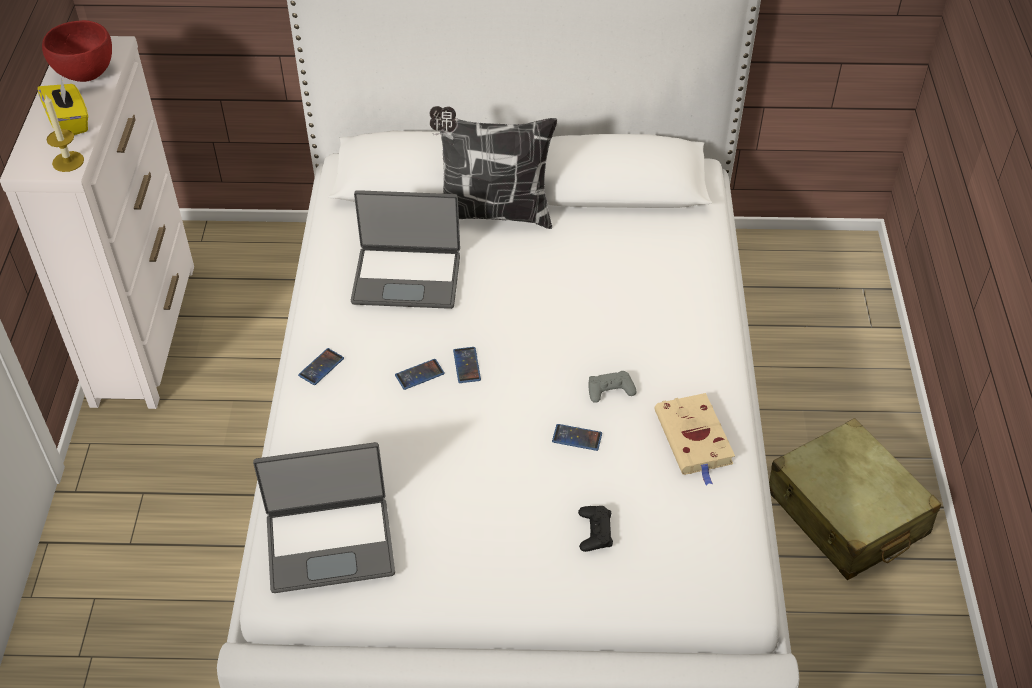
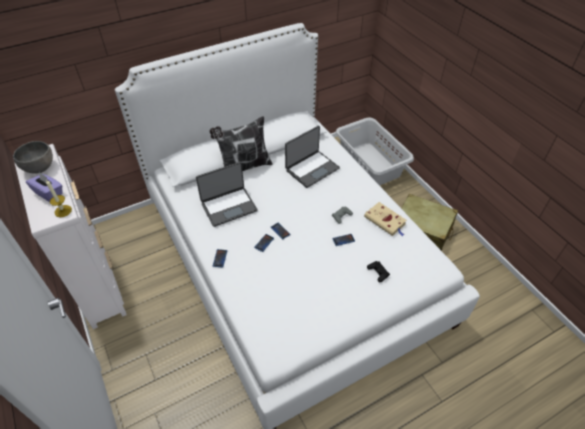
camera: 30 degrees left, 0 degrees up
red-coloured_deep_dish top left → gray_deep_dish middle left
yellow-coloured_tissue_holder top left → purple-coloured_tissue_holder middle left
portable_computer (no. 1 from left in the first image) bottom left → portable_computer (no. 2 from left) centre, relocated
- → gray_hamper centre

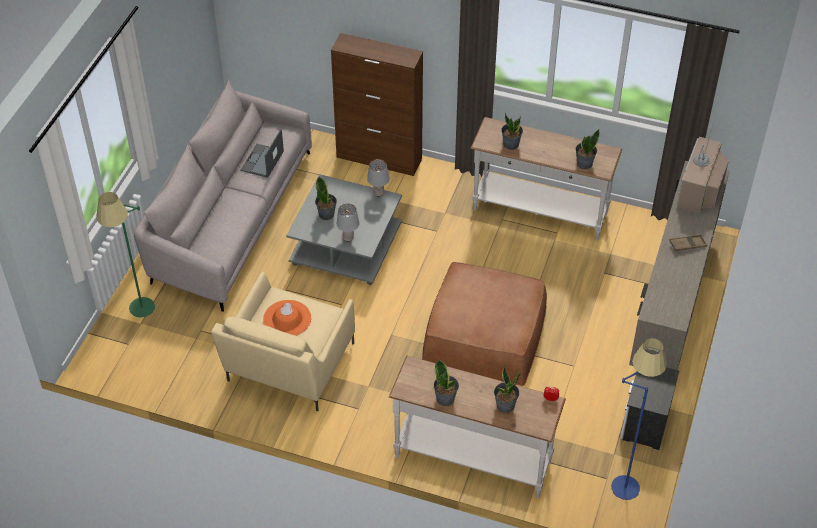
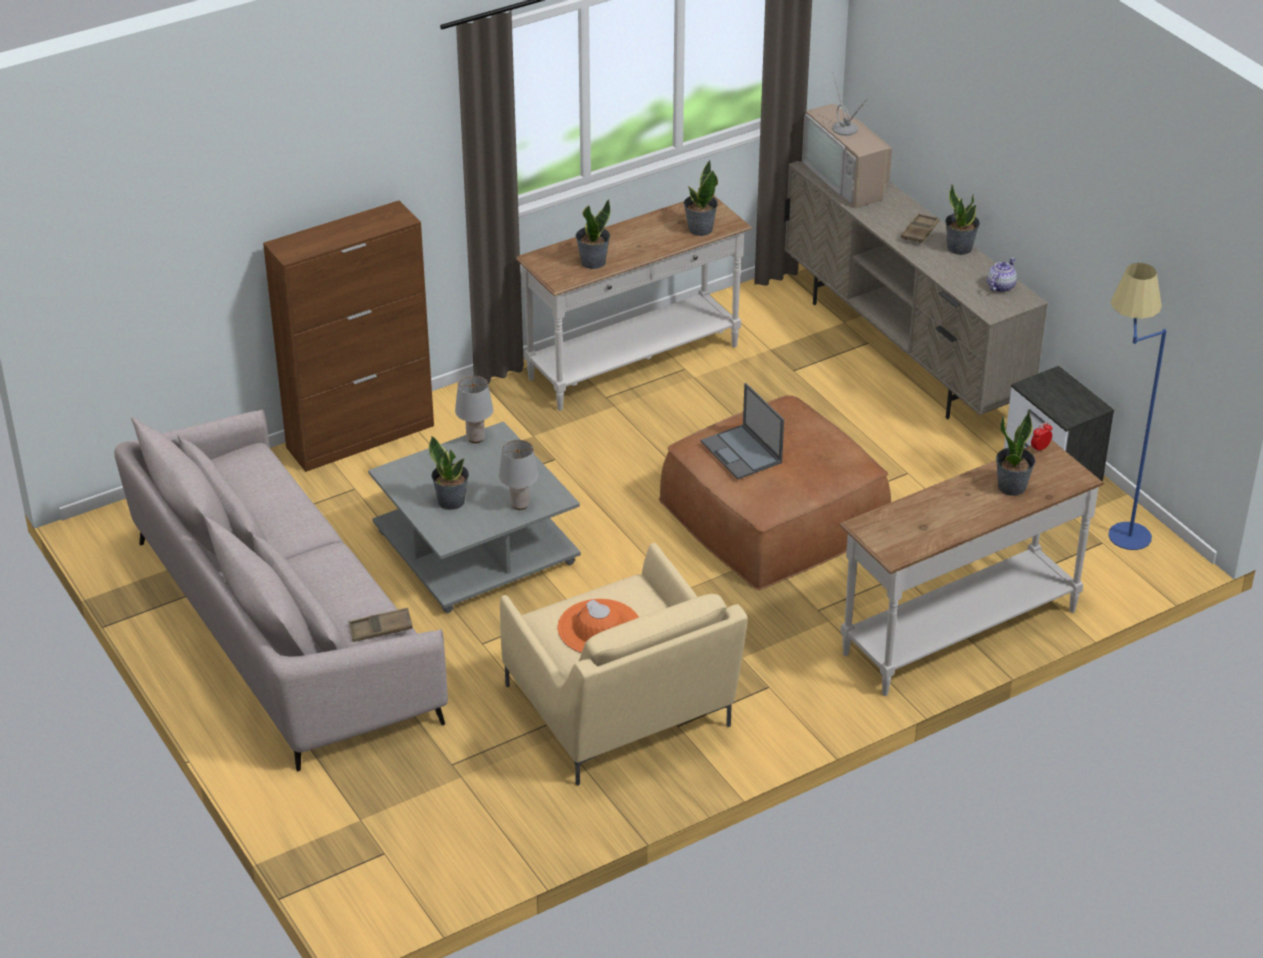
camera: 50 degrees left, 10 degrees down
- → brownish_serving_tray (no. 1 from left) middle left
portable_computer top left → portable_computer centre, relocated
plant_in_a_pot (no. 2 from left in the first image) bottom centre → plant_in_a_pot (no. 4 from left) top right, relocated
- → pot_for_tea top right
greenish_standard_lamp middle left → -

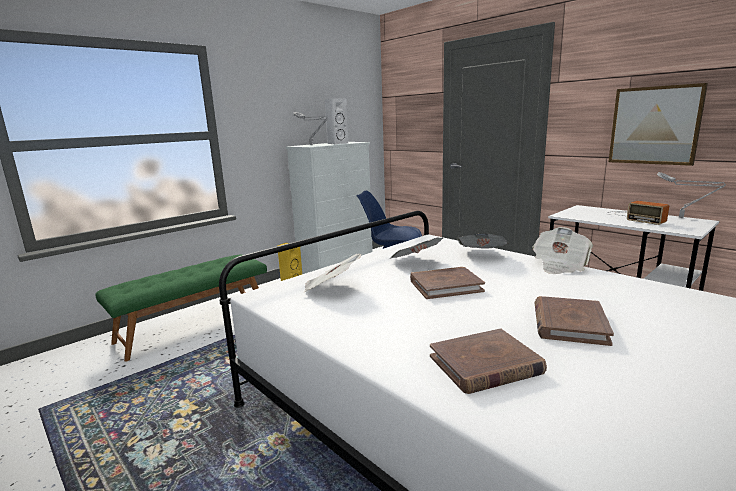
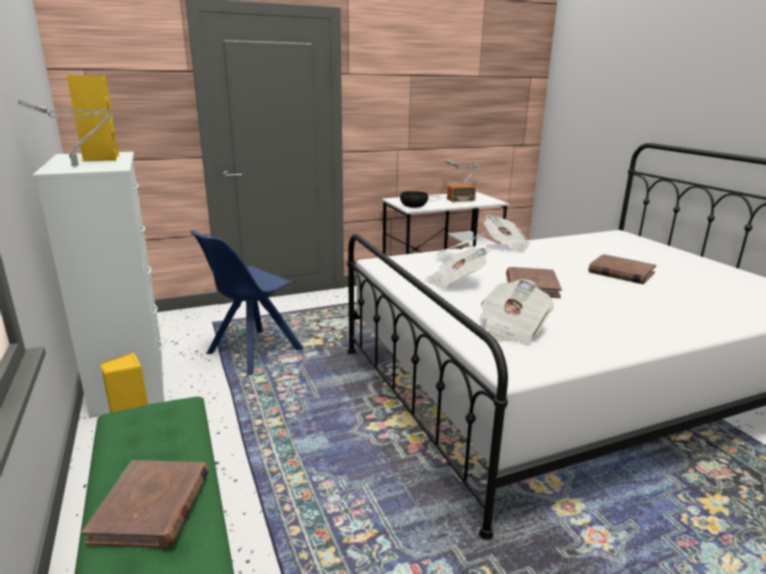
camera: 70 degrees left, 5 degrees up
whitish_audio_speaker top centre → yellow-coloured_audio_speaker (no. 1 from left) top left
brownish_book (no. 2 from left in the first image) bottom centre → brownish_book (no. 1 from left) bottom left, relocated
- → blackish_deep_dish centre
wall_art top right → -

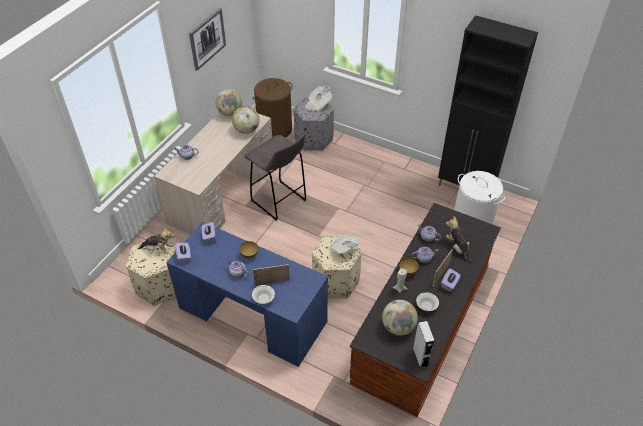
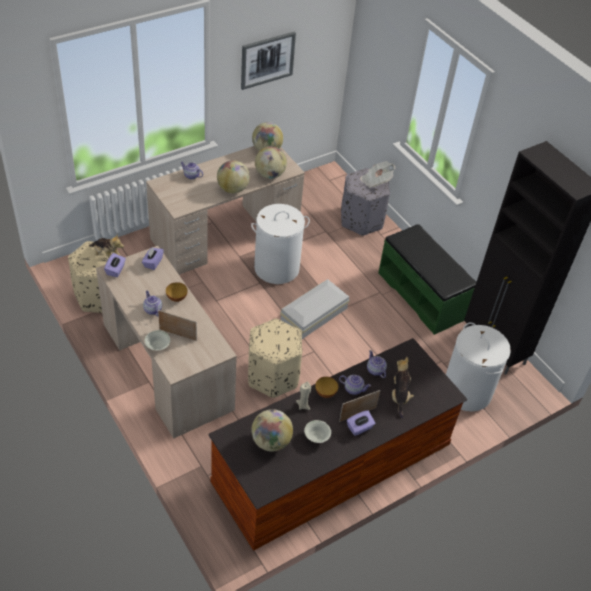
camera: 25 degrees right, 0 degrees up
blue_desk_unit bottom centre → beige_desk_unit (no. 1 from left) middle left
- → world_globe (no. 1 from left) top centre
gray_stool centre → whitish_hamper (no. 1 from left) centre
- → whitish_storage_bin centre
- → greenish_bench middle right
brownish_hamper top centre → -
daily_paper (no. 2 from left) centre → -
gray_audio_speaker bottom centre → -

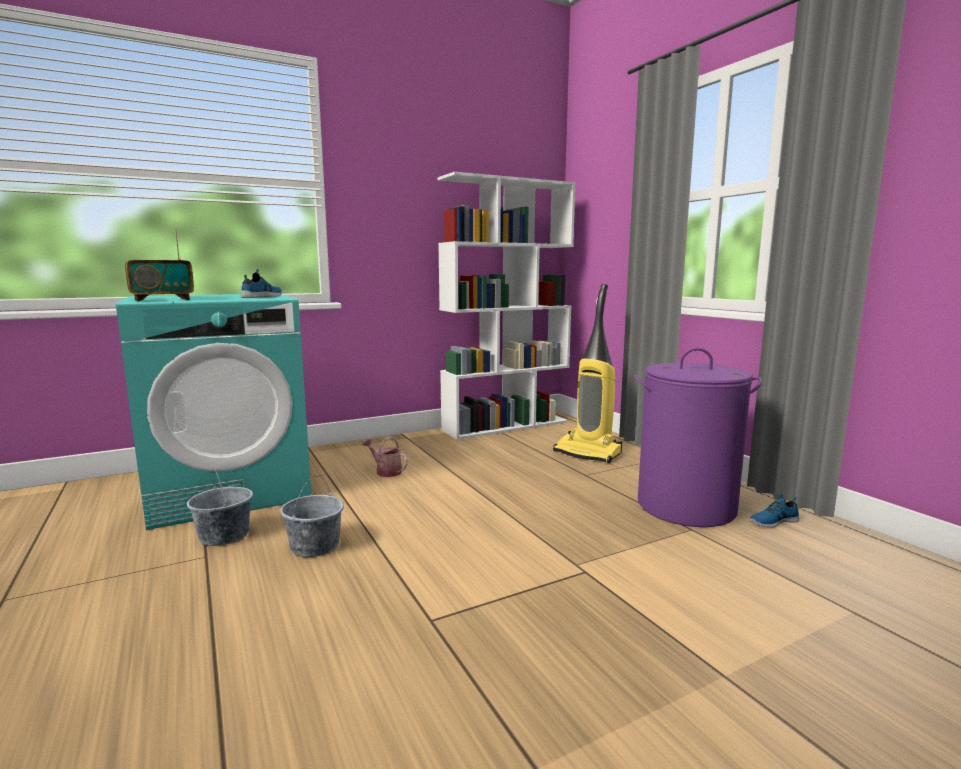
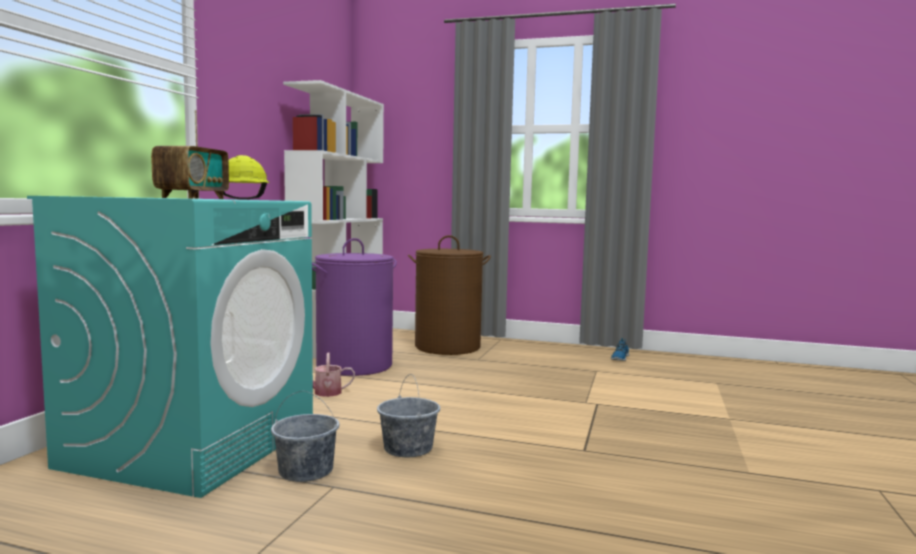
camera: 45 degrees left, 5 degrees down
item_of_footwear (no. 1 from left) middle left → yellow-coloured_safety_helmet top left
purple-coloured_hamper middle right → purple-coloured_hamper centre, relocated
vacuum centre → brownish_hamper centre

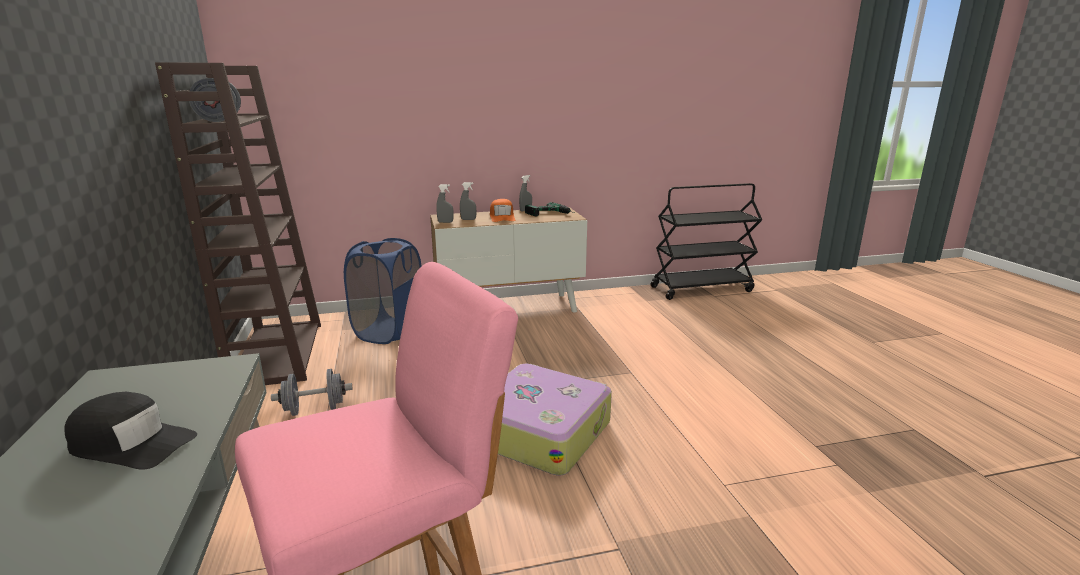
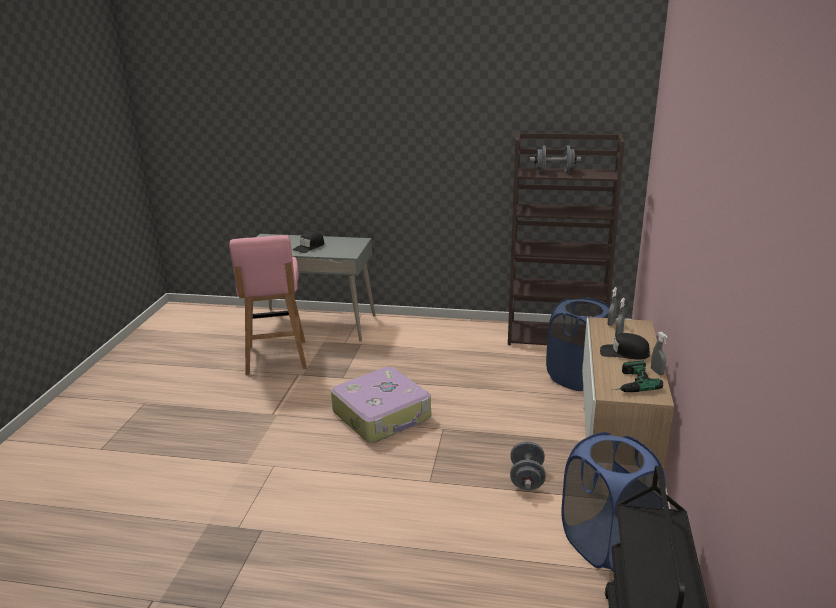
camera: 115 degrees right, 5 degrees up
gray_free_weight (no. 2 from left in the first image) bottom left → gray_free_weight (no. 1 from left) bottom centre, relocated
- → blue_hamper (no. 2 from left) bottom right
orange_baseball_cap centre → blackish_baseball_cap (no. 2 from left) middle right

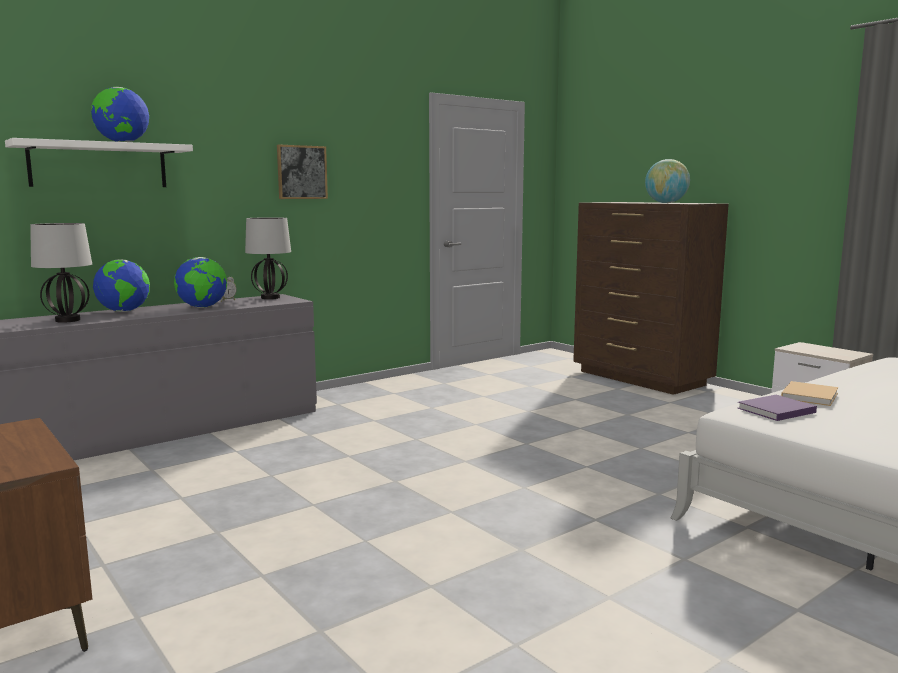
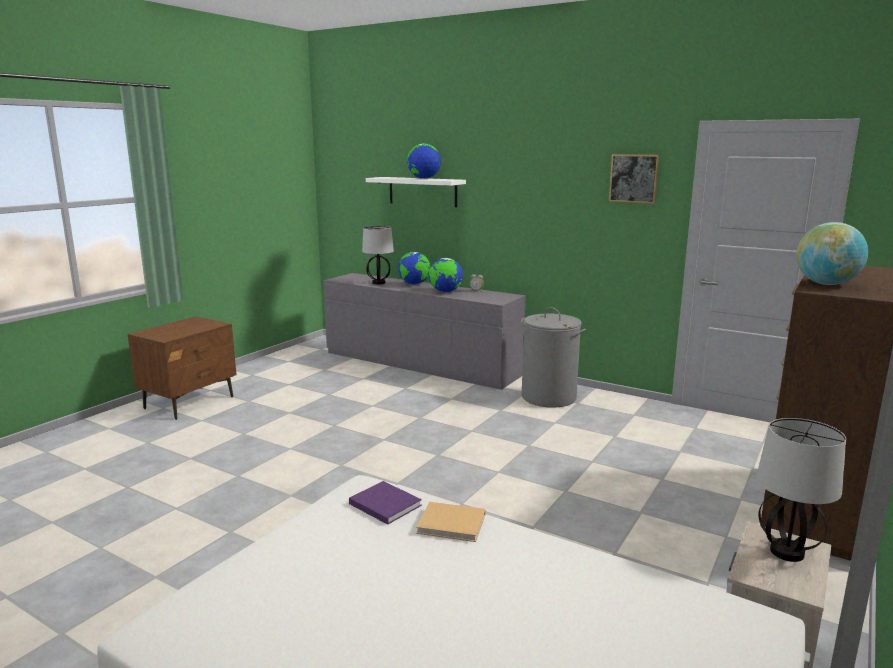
camera: 70 degrees right, 5 degrees up
- → gray_hamper centre
wall_art top centre → wall_art top right, relocated
lamp_for_a_table (no. 2 from left) middle left → lamp_for_a_table (no. 2 from left) bottom right, relocated

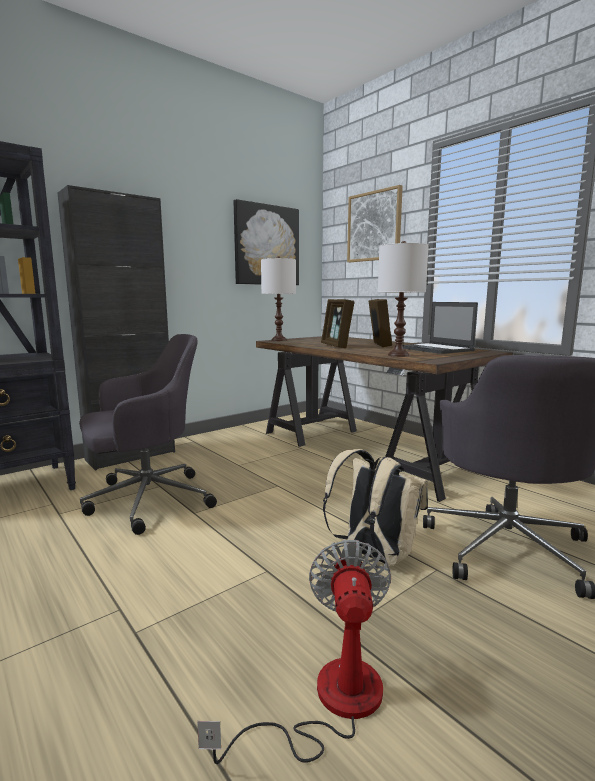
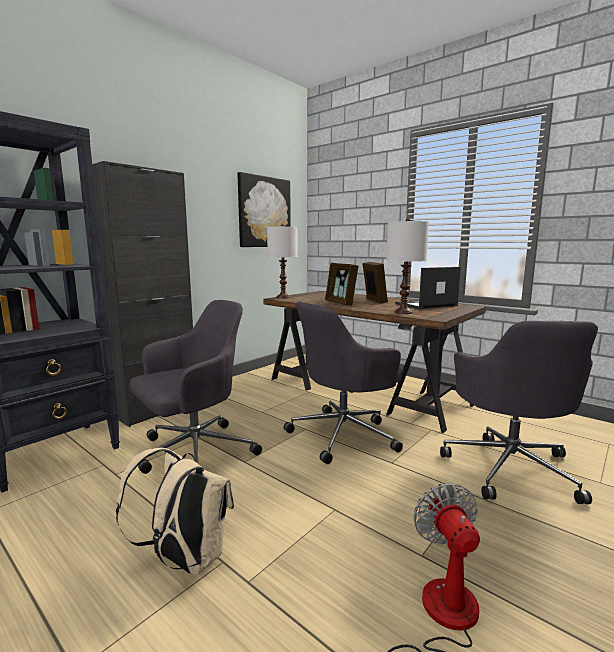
camera: 10 degrees left, 0 degrees up
beige_rucksack centre → beige_rucksack bottom left, relocated
- → gray_desk_chair (no. 2 from left) centre
portable_computer middle right, 105 degrees clockwise
wall_art (no. 2 from left) top centre → -

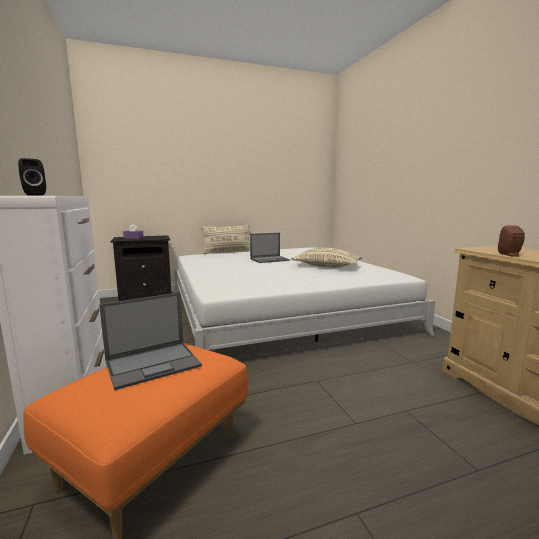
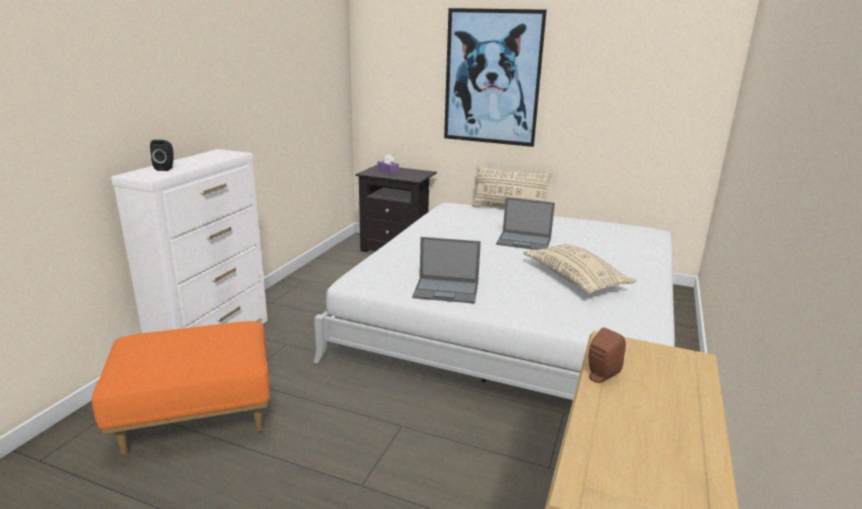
camera: 40 degrees right, 10 degrees up
portable_computer (no. 1 from left) middle left → portable_computer (no. 1 from left) centre, relocated
- → wall_art top centre

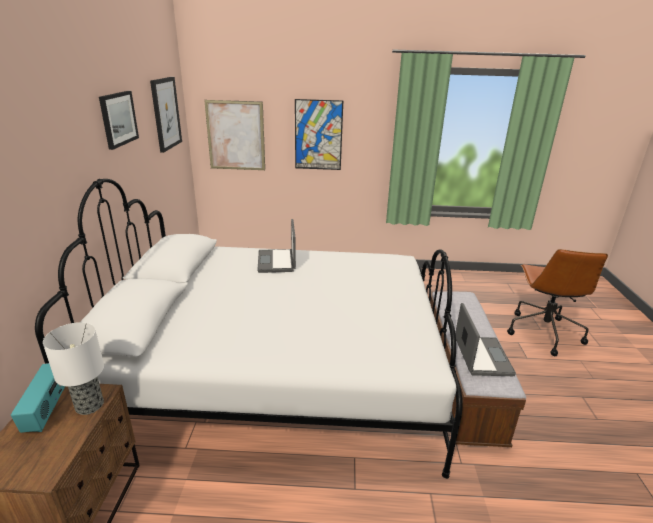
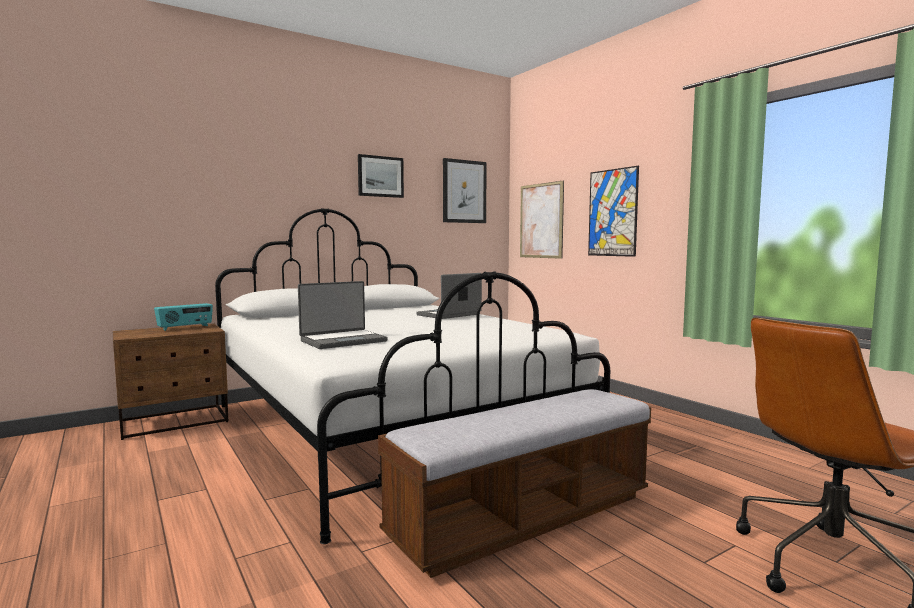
camera: 55 degrees right, 20 degrees down
portable_computer (no. 2 from left in the first image) middle right → portable_computer (no. 1 from left) centre, relocated
lamp_for_a_table bottom left → -

